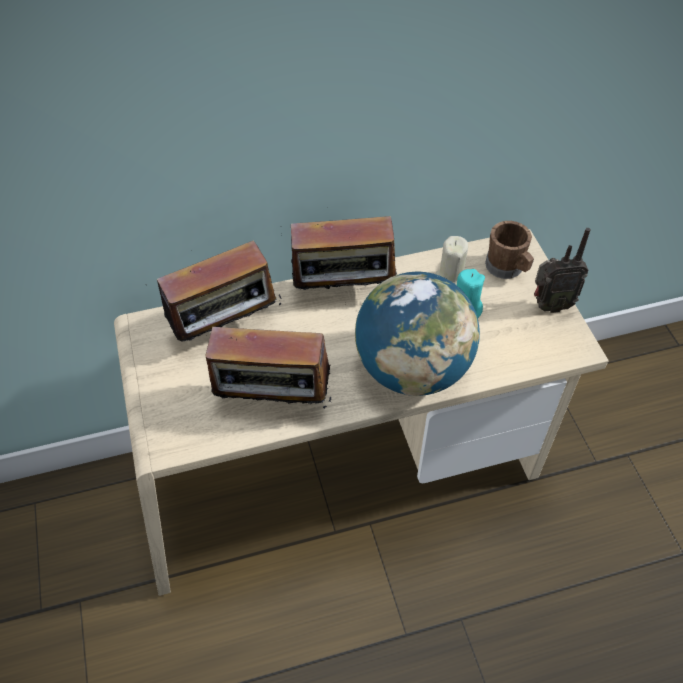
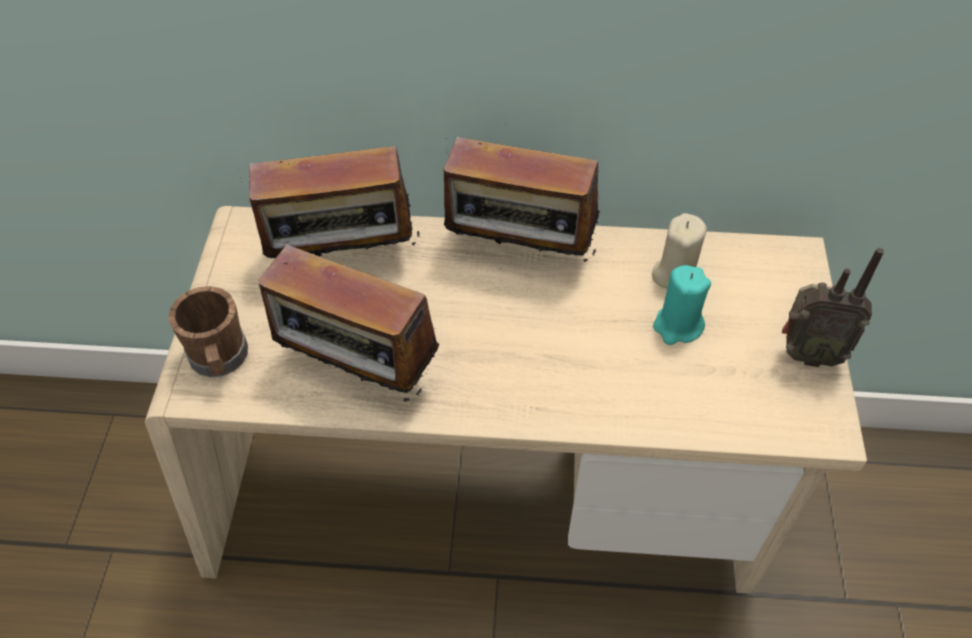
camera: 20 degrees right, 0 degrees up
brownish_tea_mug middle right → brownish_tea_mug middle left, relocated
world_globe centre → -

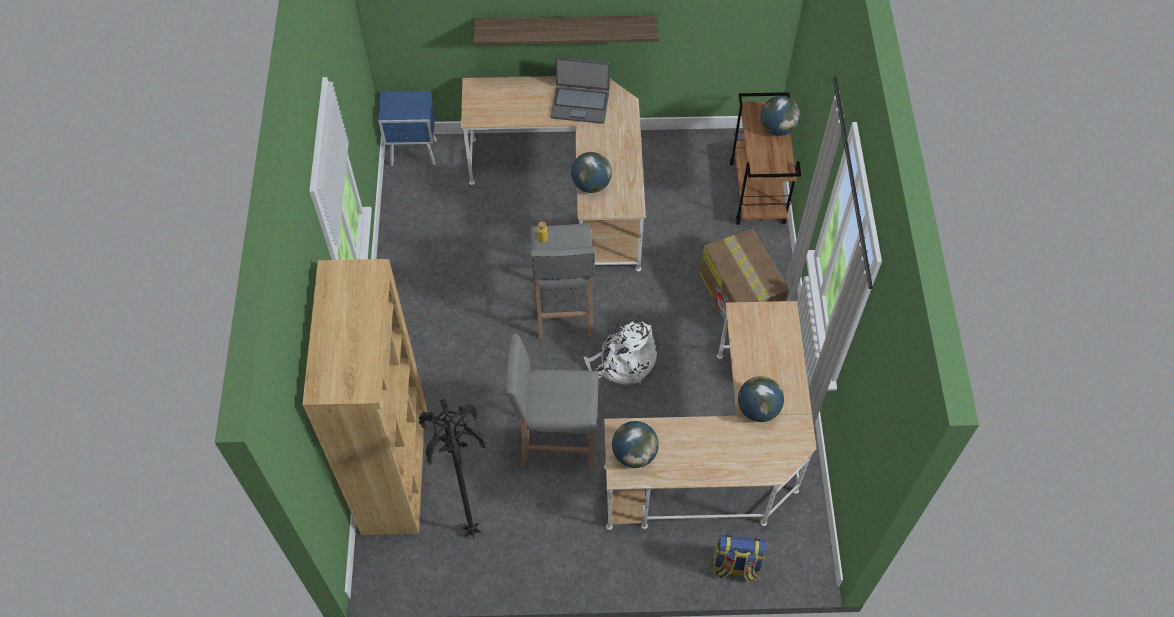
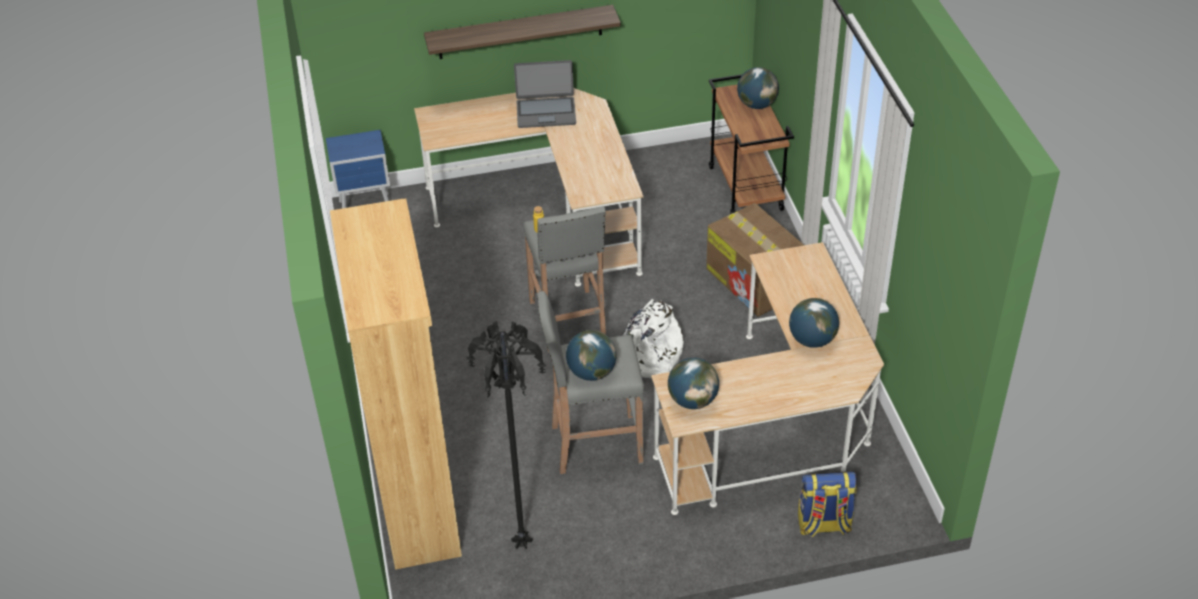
camera: 10 degrees left, 15 degrees down
world_globe (no. 1 from left) top centre → world_globe (no. 1 from left) centre, relocated

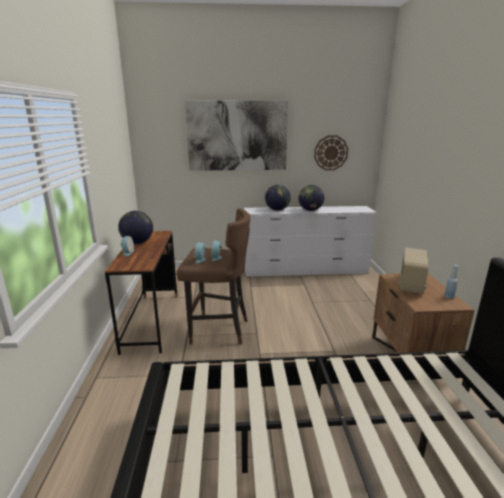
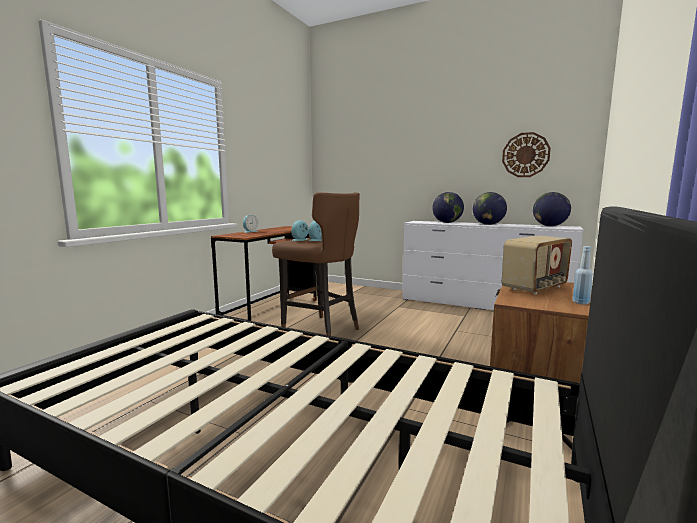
camera: 30 degrees right, 10 degrees down
world_globe (no. 1 from left in the first image) middle left → world_globe (no. 3 from left) middle right, relocated
wall_art top centre → -

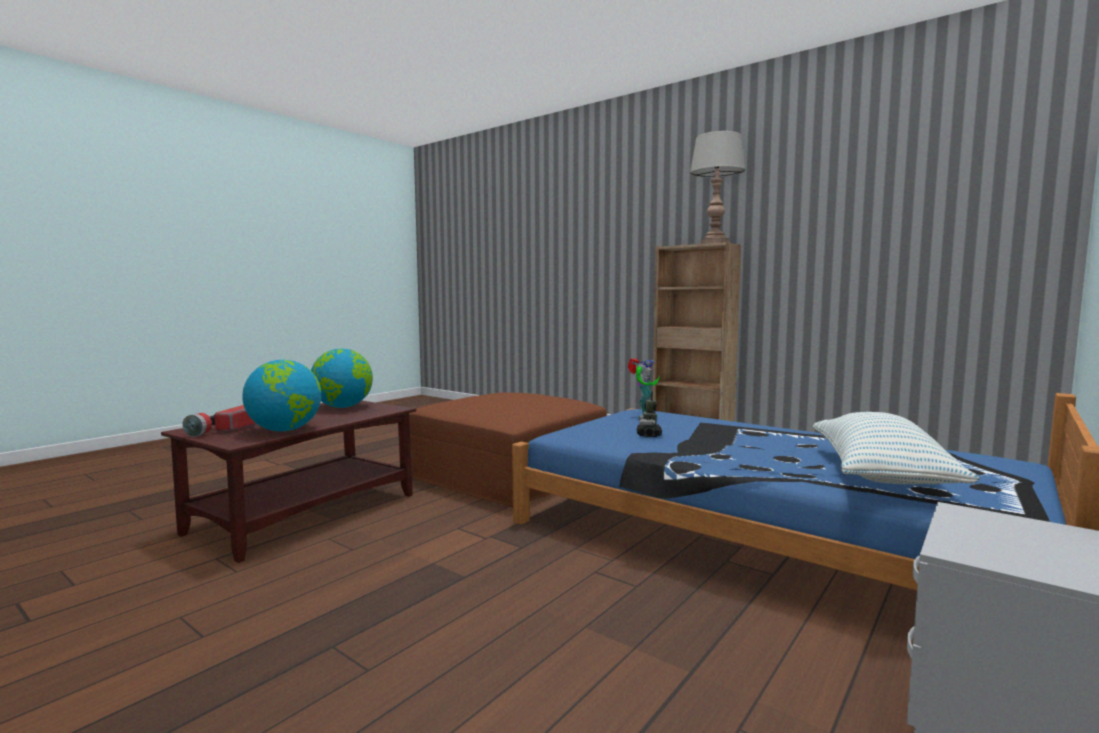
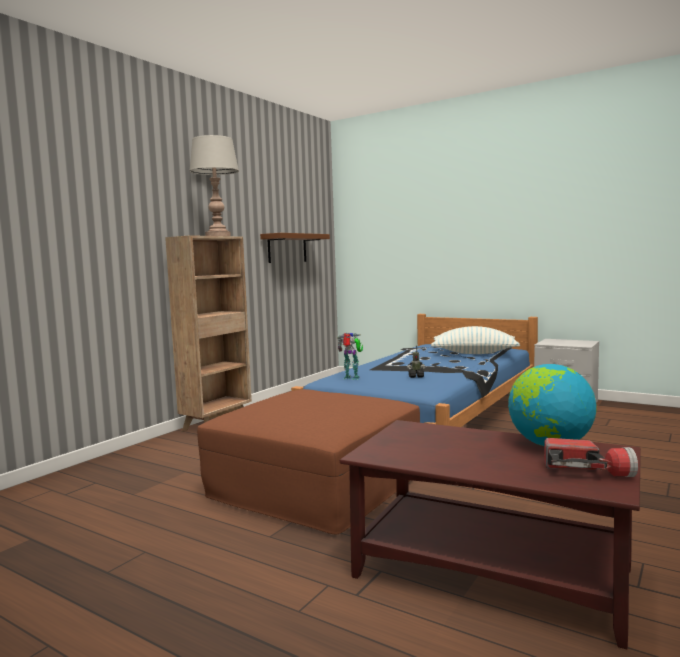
camera: 95 degrees left, 0 degrees up
- → brownish_bracket_shelf centre
world_globe (no. 2 from left) middle left → -

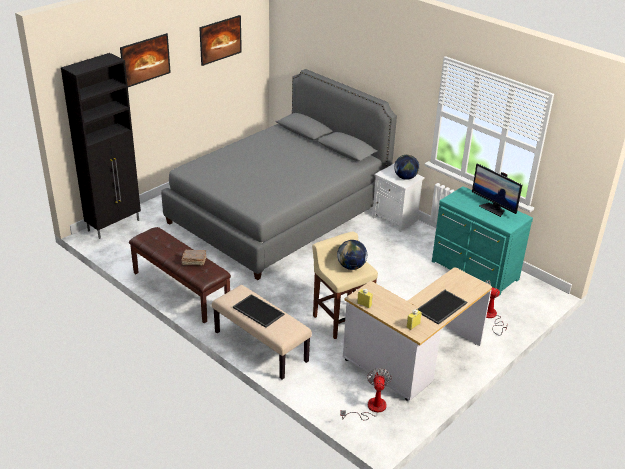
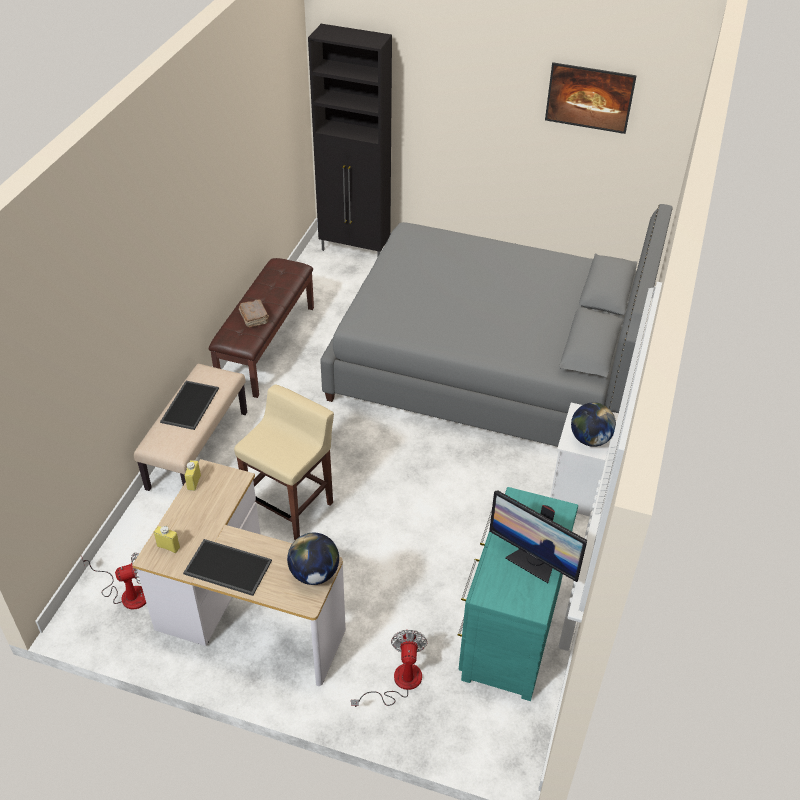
camera: 65 degrees right, 10 degrees up
world_globe (no. 1 from left) centre → world_globe (no. 1 from left) bottom centre, relocated
computer_display middle right → computer_display bottom right, 75 degrees counterclockwise
wall_art (no. 1 from left) top left → -

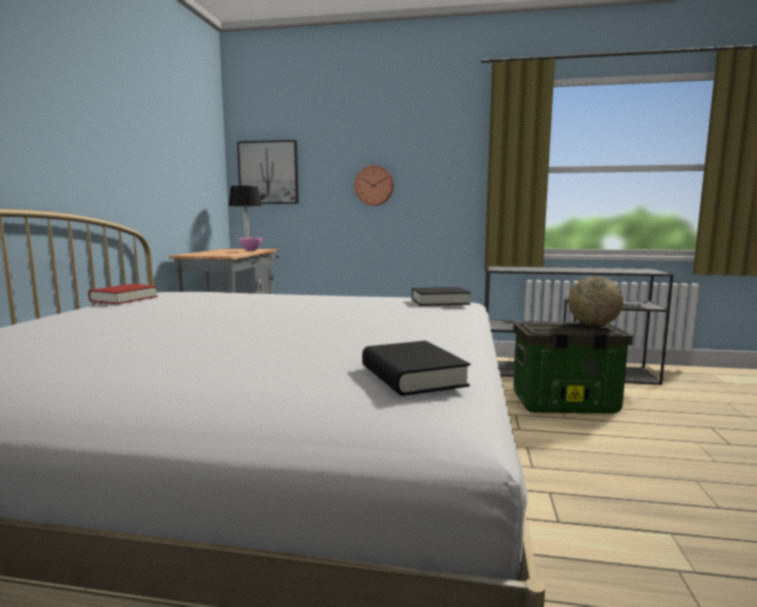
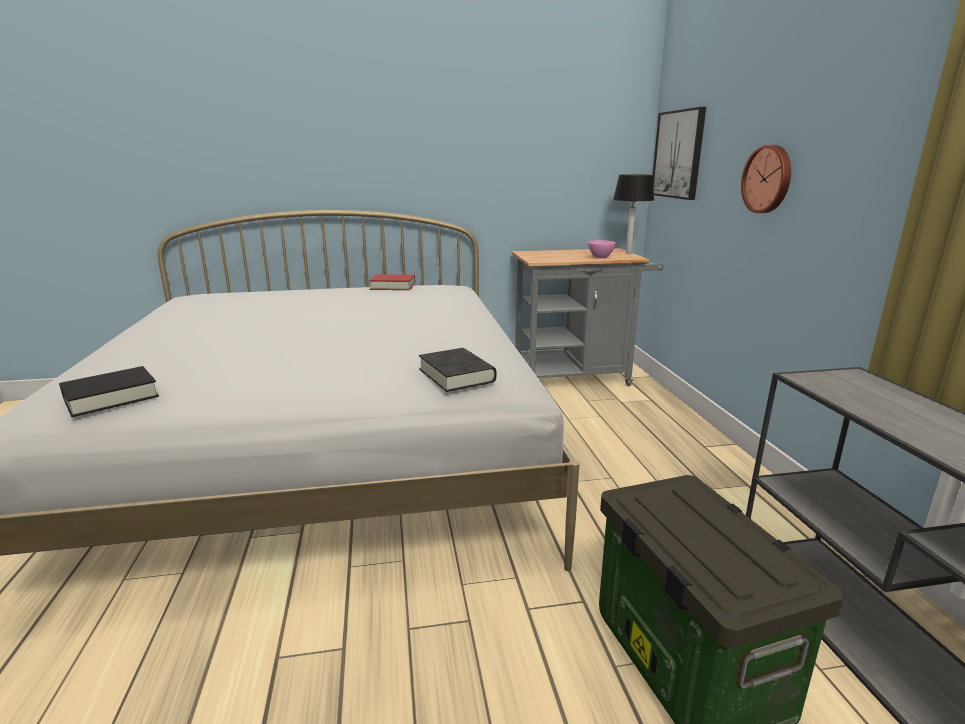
camera: 70 degrees right, 10 degrees up
world_globe middle right → -

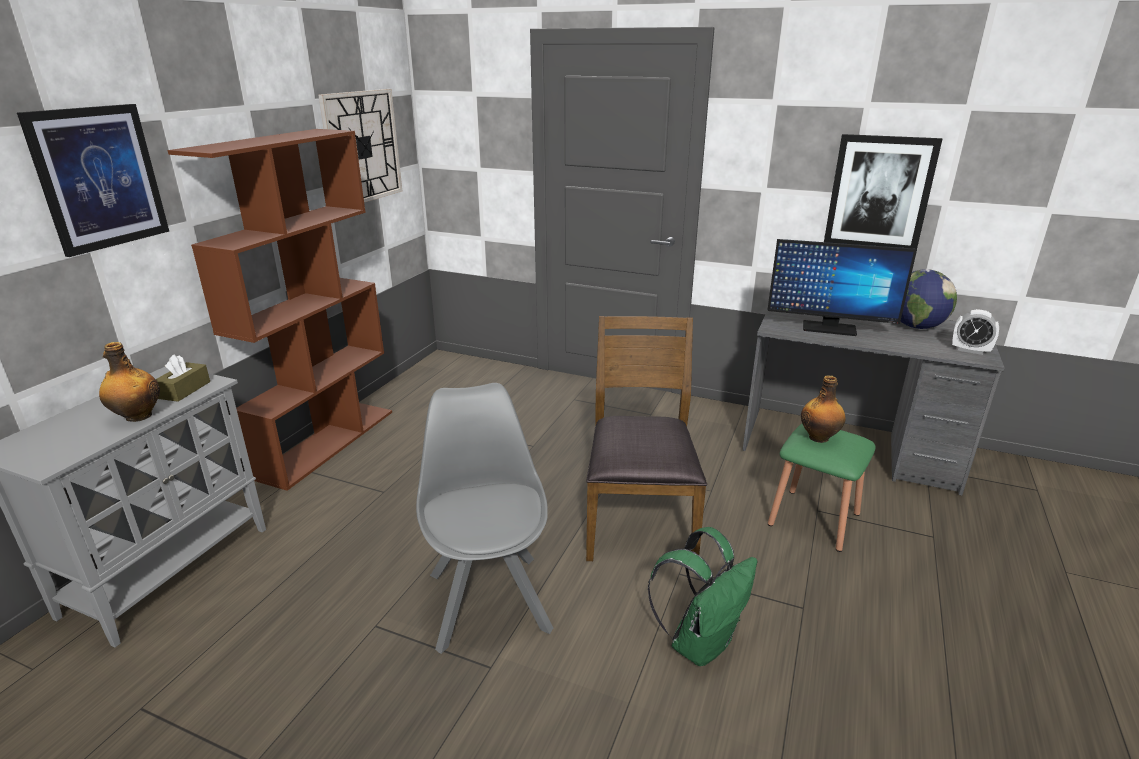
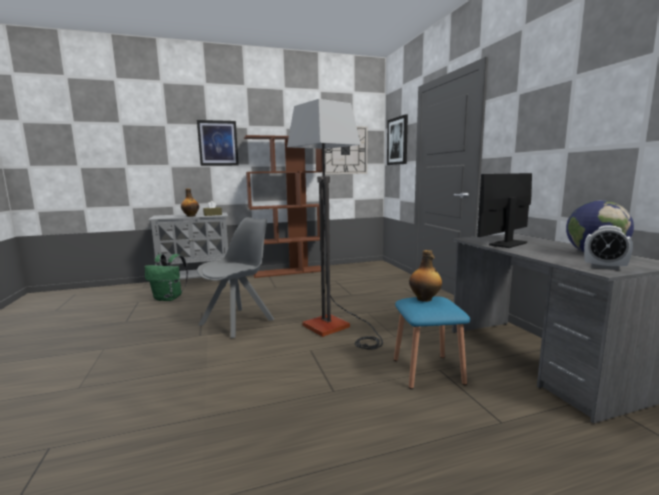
camera: 50 degrees right, 15 degrees down
greenish_rucksack bottom centre → greenish_rucksack middle left, relocated
brownish_upright_chair centre → standard_lamp centre
wall_art (no. 2 from left) top right → wall_art (no. 2 from left) top centre, relocated
greenish_stool middle right → blue_stool bottom centre
computer_display middle right, 75 degrees clockwise
alarm_clock middle right, 45 degrees counterclockwise

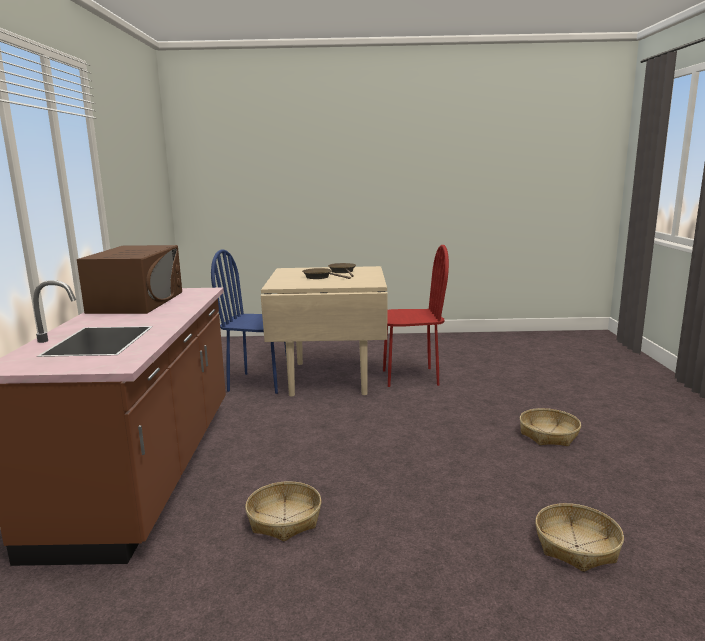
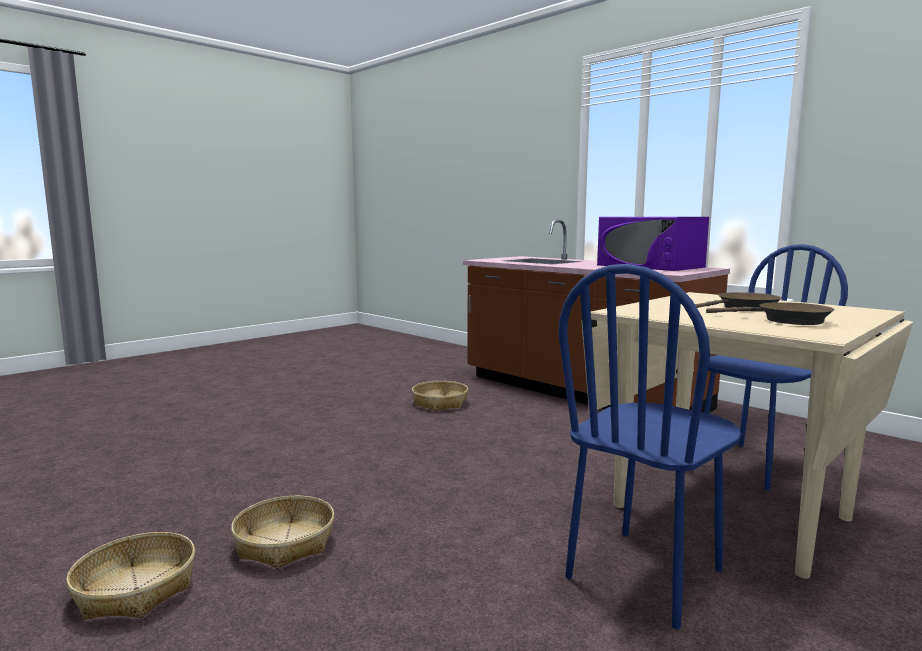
camera: 135 degrees right, 5 degrees down
household_basket (no. 3 from left in the first image) bottom right → household_basket (no. 1 from left) bottom left, relocated
red-coloured_upright_chair centre → blue_upright_chair (no. 1 from left) bottom right
brownish_microwave_oven middle left → purple-coloured_microwave_oven middle right

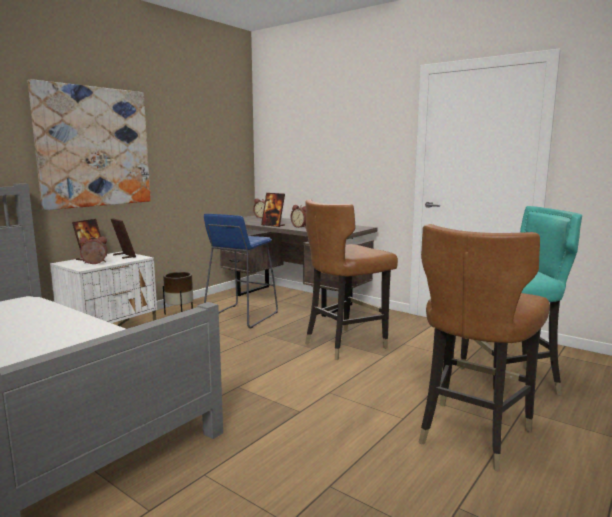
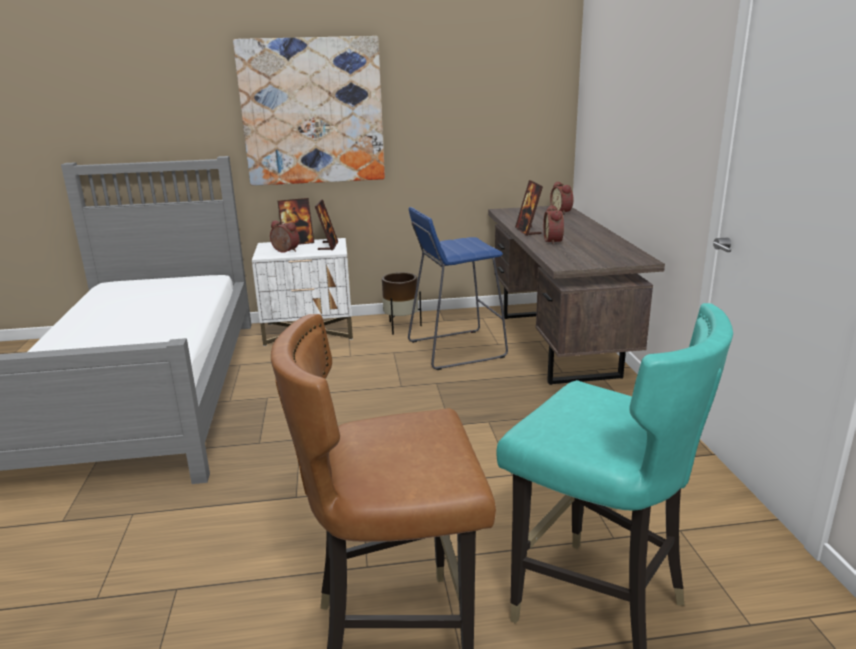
camera: 45 degrees right, 10 degrees up
brownish_upright_chair (no. 1 from left) centre → -

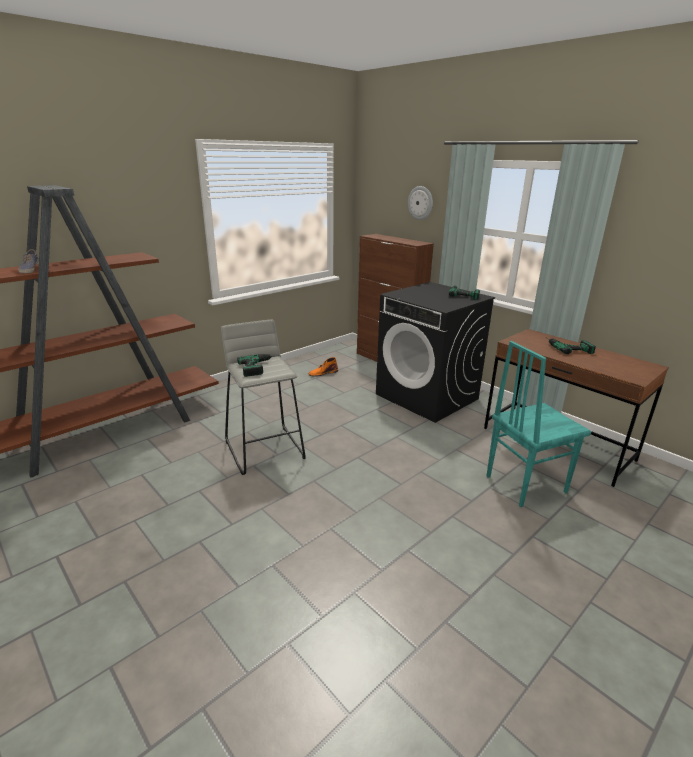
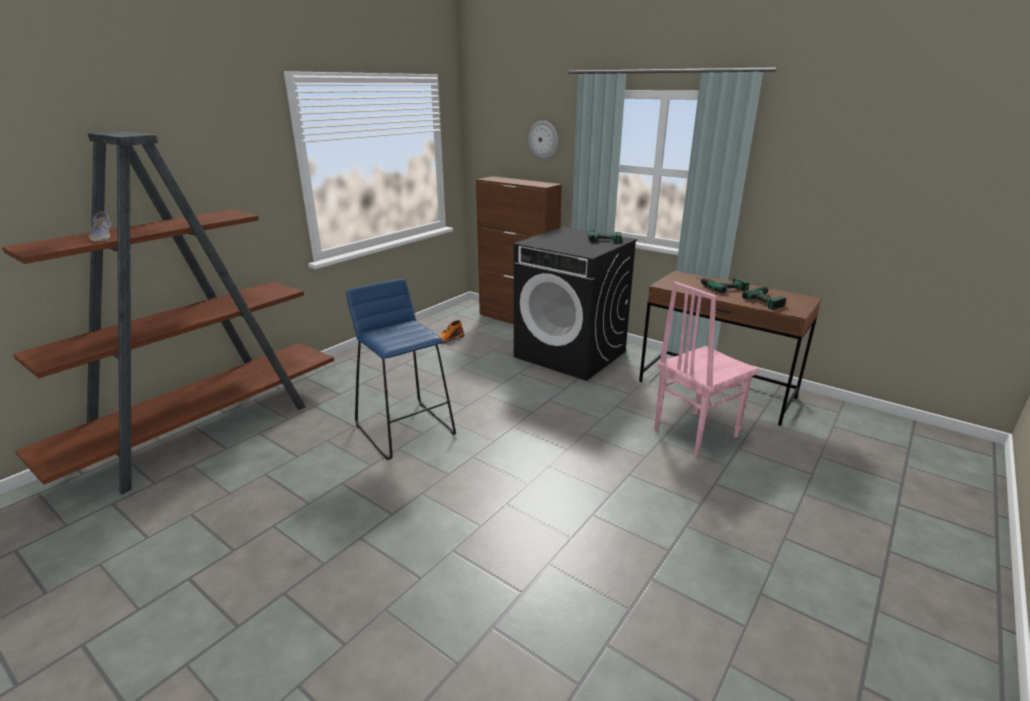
camera: 10 degrees left, 0 degrees up
gray_stool centre → blue_stool centre
turquoise-coloured_upright_chair middle right → pink-coloured_upright_chair middle right
drill (no. 1 from left in the first image) centre → drill (no. 3 from left) middle right, relocated

